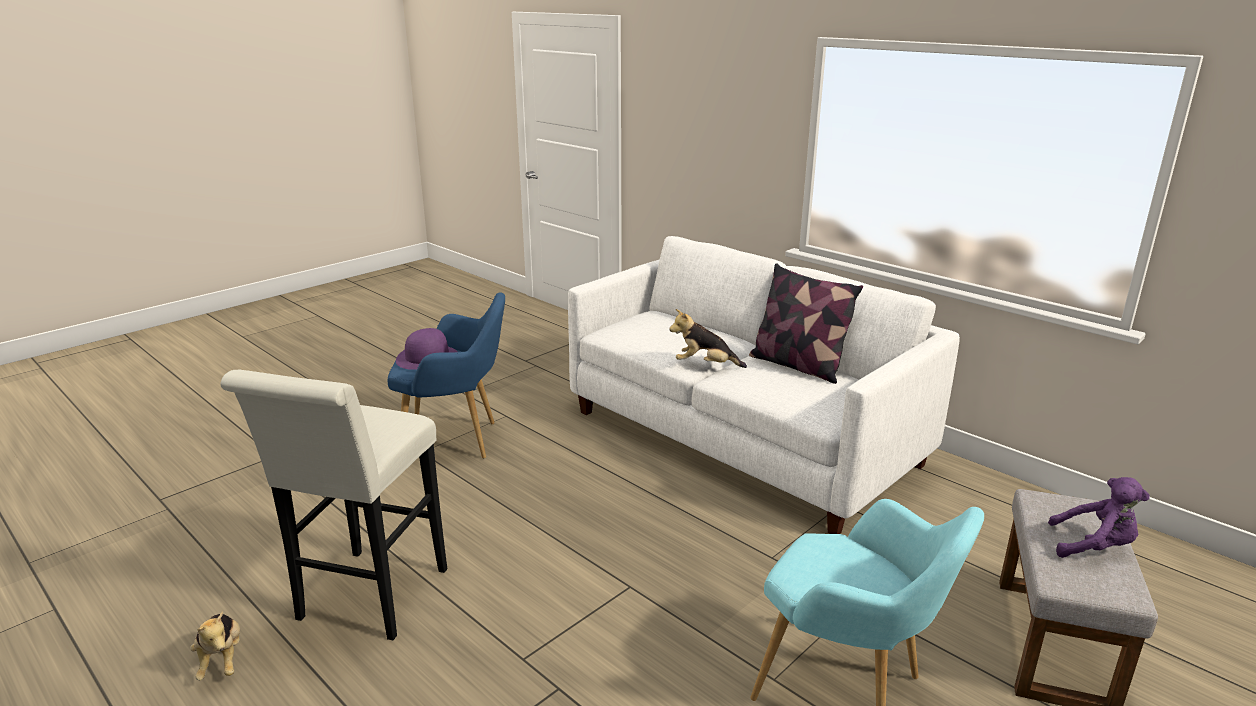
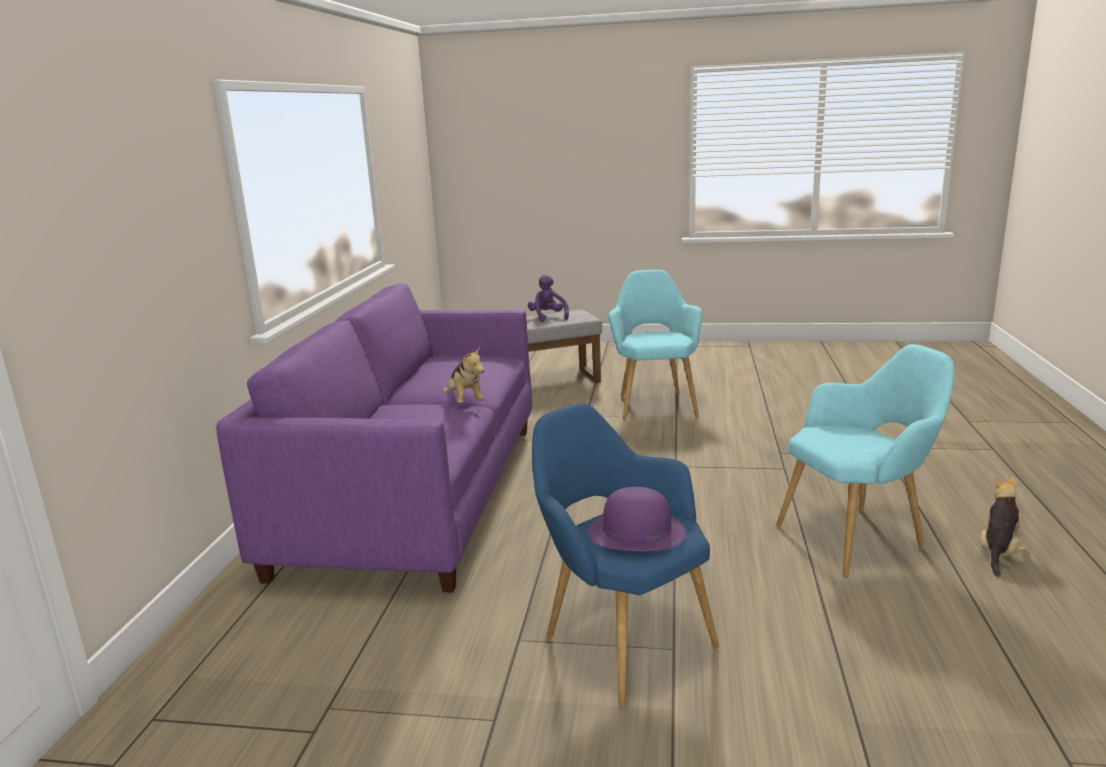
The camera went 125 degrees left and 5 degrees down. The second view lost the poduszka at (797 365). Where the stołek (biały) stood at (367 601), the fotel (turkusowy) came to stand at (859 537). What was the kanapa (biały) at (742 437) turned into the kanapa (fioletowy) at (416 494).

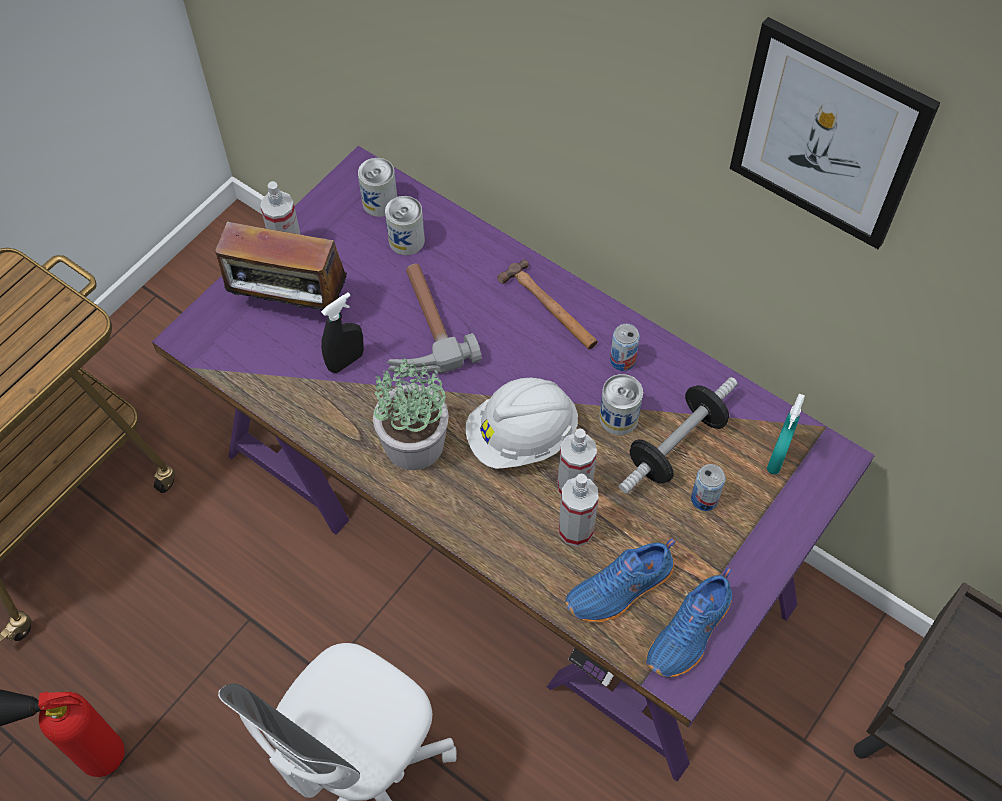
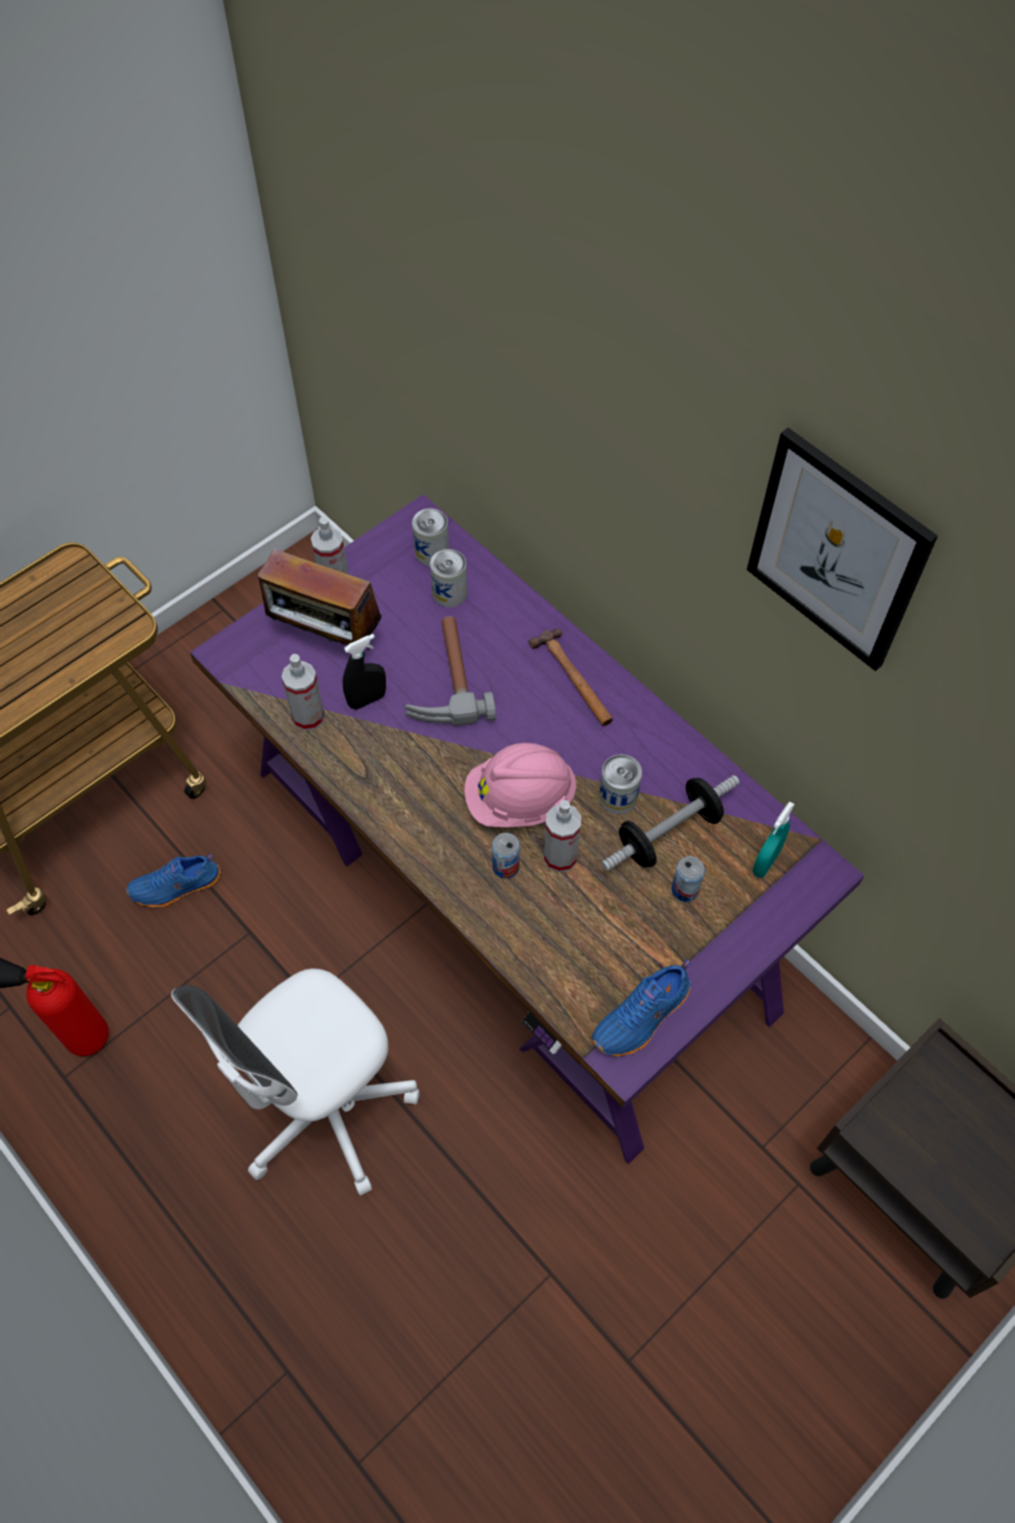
The camera went 10 degrees right and 0 degrees up. The second view lost the roślina doniczkowa at (413 445). The spryskiwacz ended up elsewhere, having gone from (576 530) to (308 717). The but (niebieski) ended up elsewhere, having gone from (621 590) to (176 887). The puszka ended up elsewhere, having gone from (622 360) to (505 866). What was the kask (biały) at (522 437) turned into the kask (różowy) at (520 800).

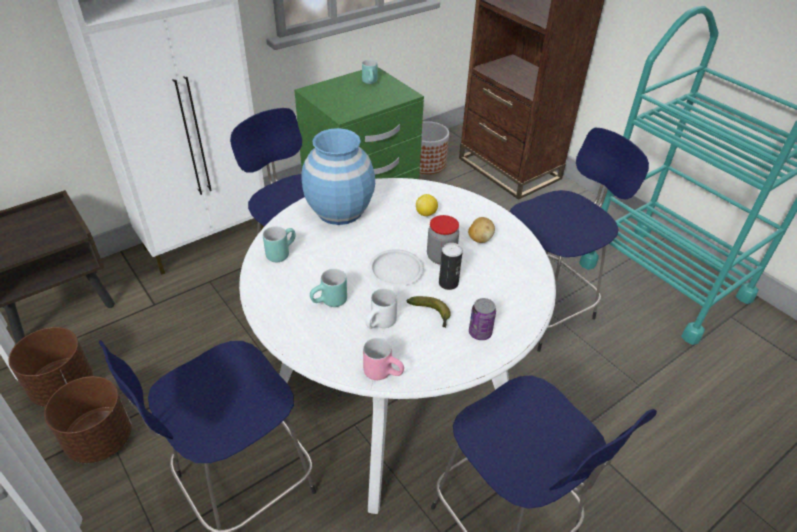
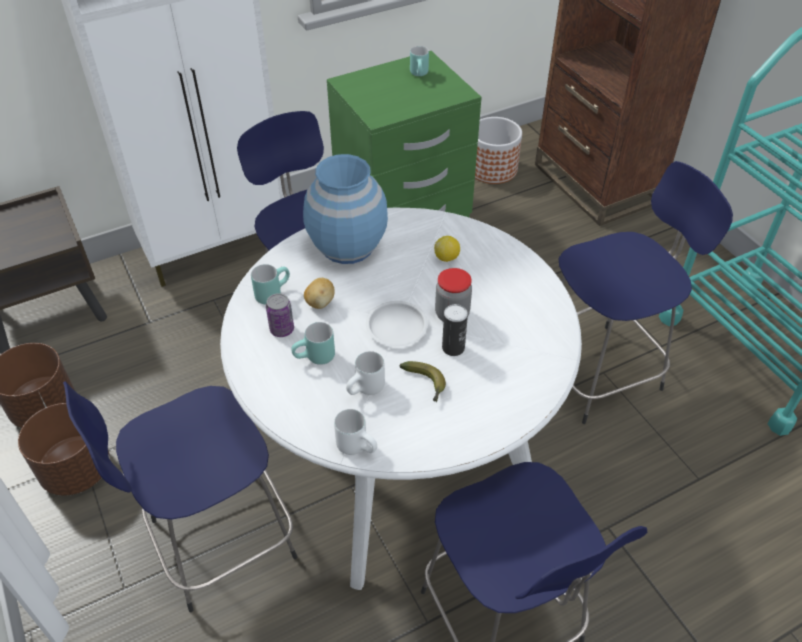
The camera went 10 degrees right and 5 degrees up. The ziemniak ended up elsewhere, having gone from (480 239) to (320 302). The puszka ended up elsewhere, having gone from (480 333) to (282 329). What was the kubek (różowy) at (384 372) turned into the kubek (biały) at (358 446).

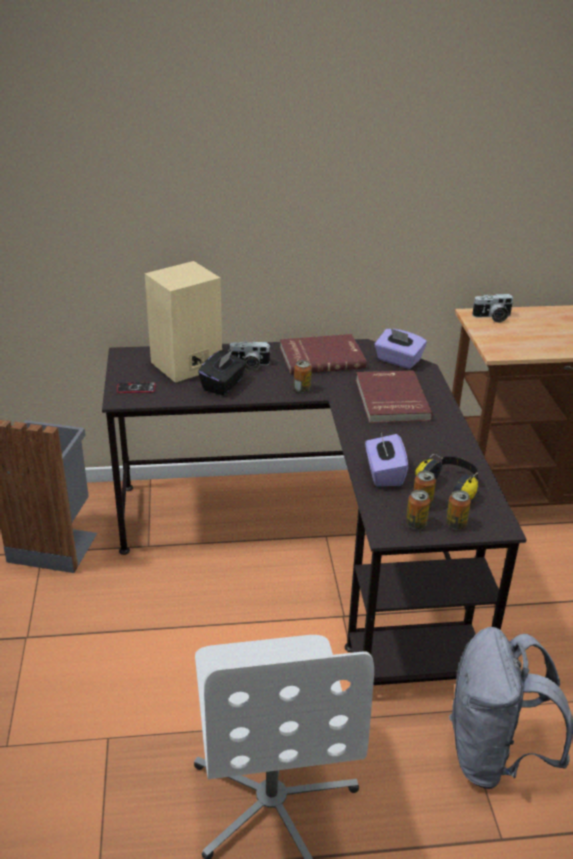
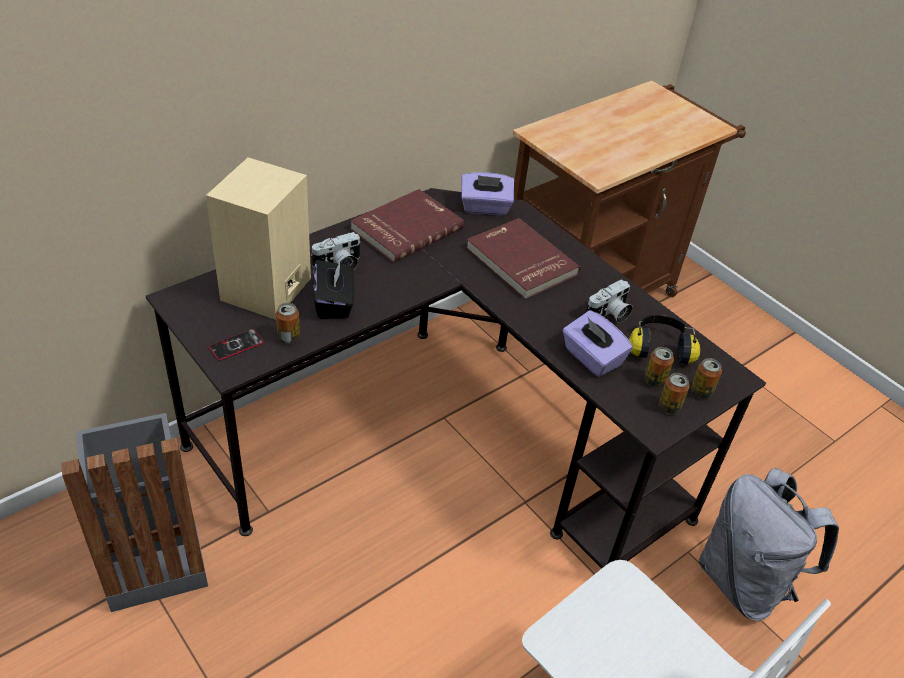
The camera went 35 degrees left and 10 degrees up. The puszka ended up elsewhere, having gone from (302 389) to (288 337). The aparat fotograficzny ended up elsewhere, having gone from (492 317) to (609 315).

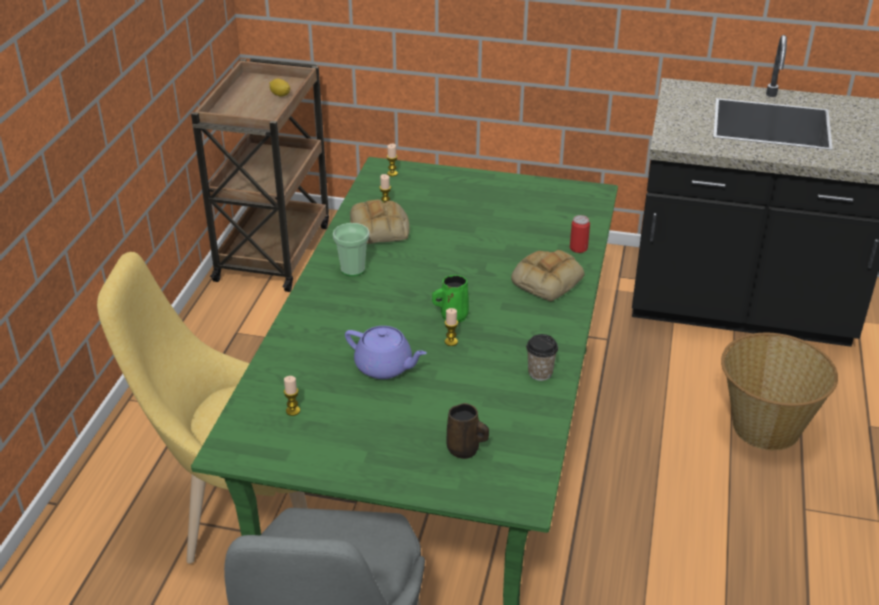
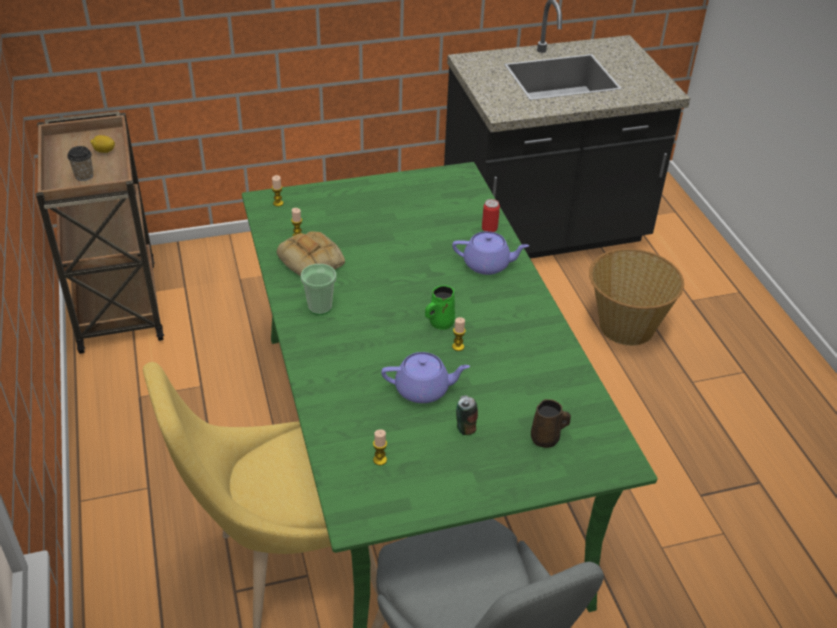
The camera went 30 degrees left and 5 degrees up. The second view gained the puszka at (465 428). The filiżanka ended up elsewhere, having gone from (540 373) to (84 176). Where the chleb stood at (546 280), the imbryk (fioletowy) came to stand at (487 265).

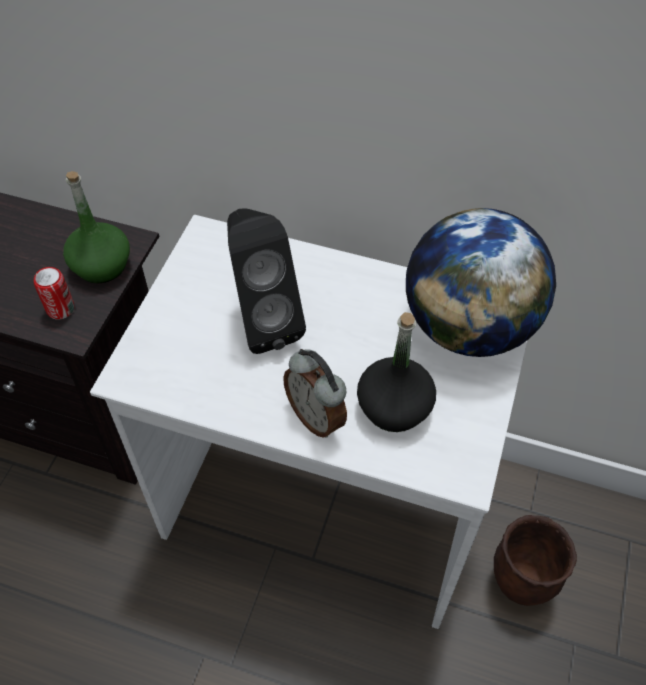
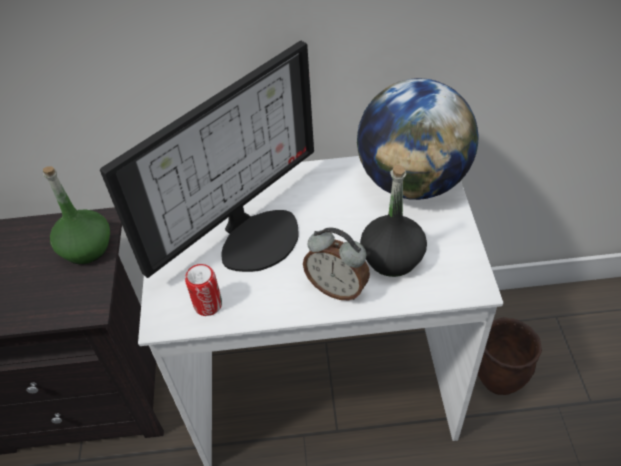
The camera went 20 degrees left and 5 degrees down. The puszka ended up elsewhere, having gone from (60 309) to (208 305). Where the głośnik (czarny) stood at (263 321), the monitor came to stand at (254 235).

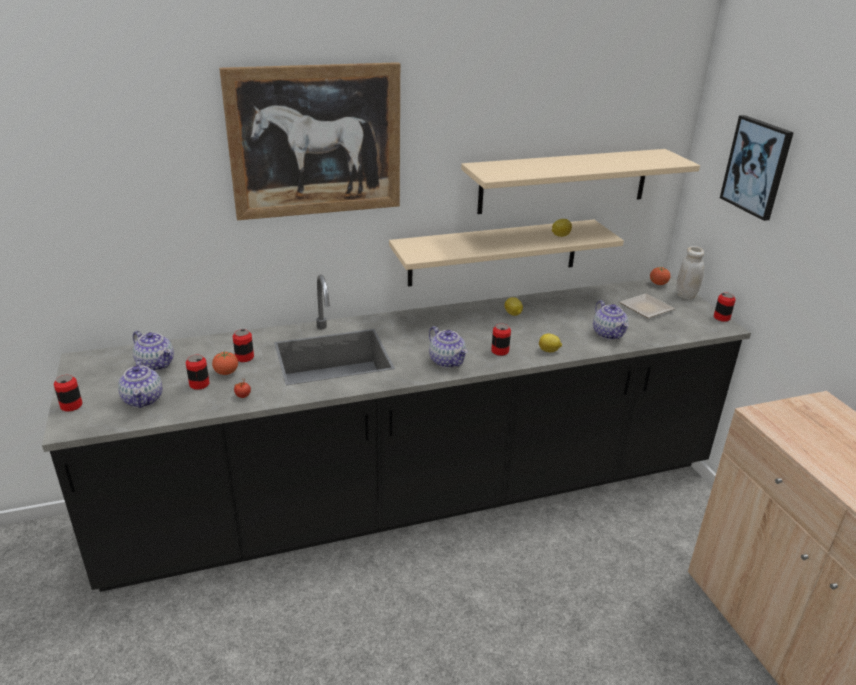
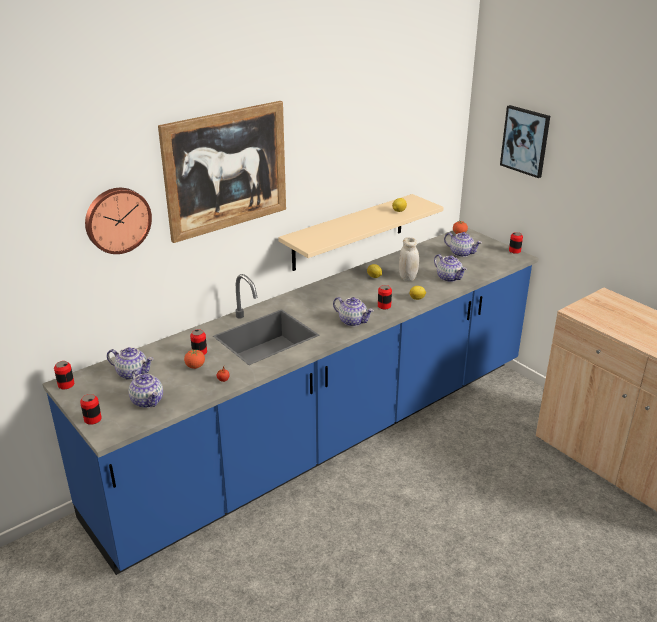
The camera went 20 degrees left and 0 degrees up. The second view lost the półka (beżowy) at (564 181). The second view gained the zegar ścienny at (117 219). The puszka ended up elsewhere, having gone from (199 384) to (66 385). The słoik (biały) ended up elsewhere, having gone from (685 295) to (408 277). Where the talerz stood at (646 307), the imbryk came to stand at (461 253). What was the zabudowa kuchenna (czarny) at (423 494) turned into the zabudowa kuchenna (niebieski) at (328 434).

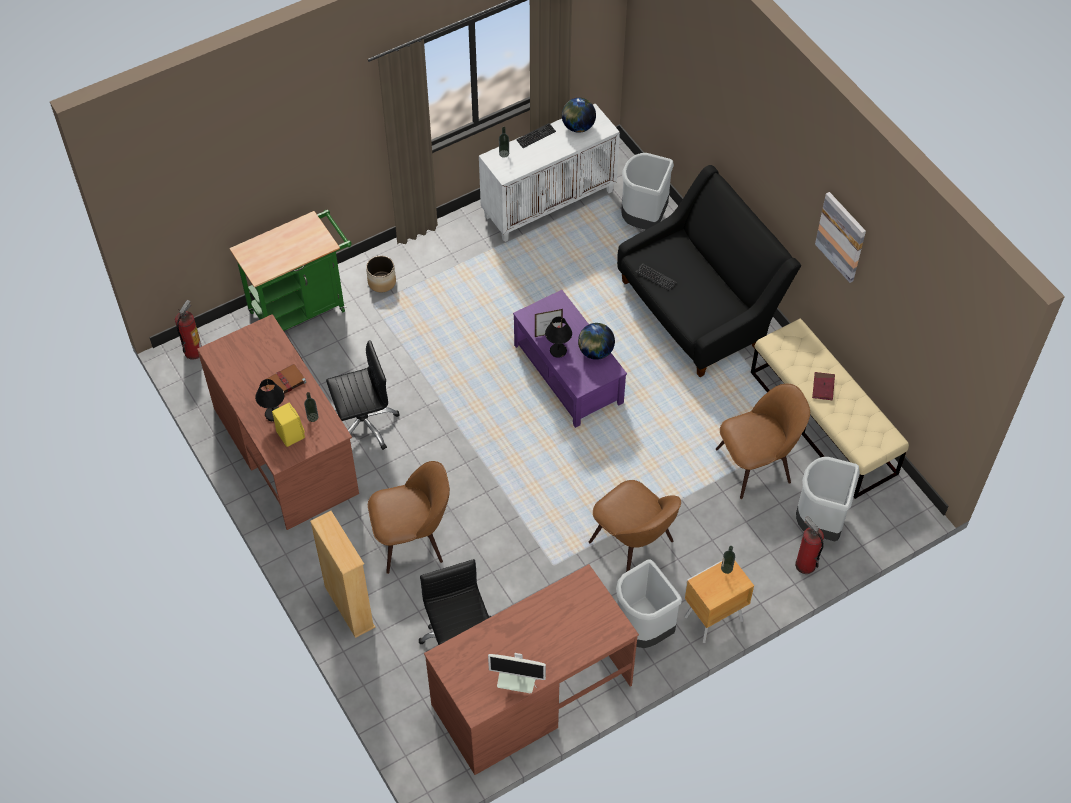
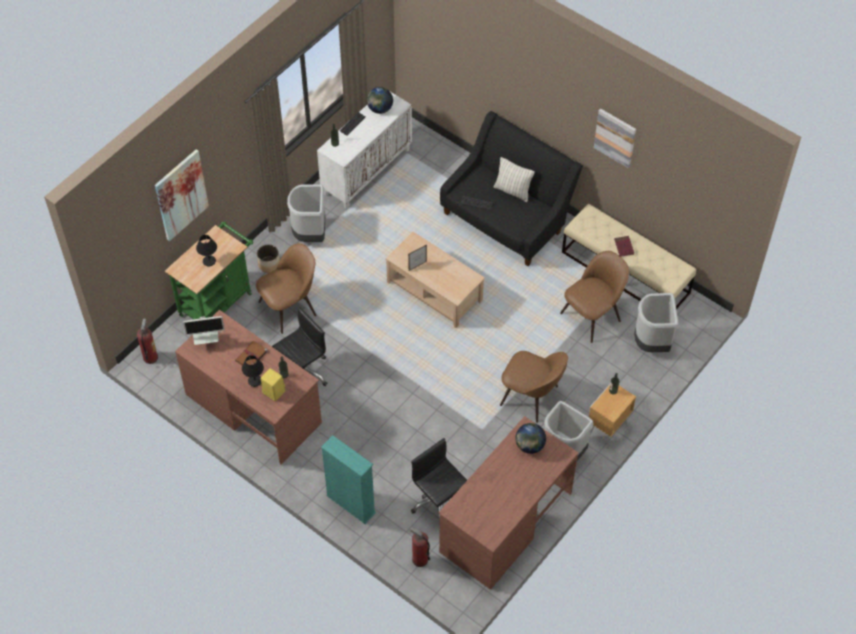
The camera went 20 degrees left and 0 degrees up. The second view gained the obraz at (181 195). The second view gained the poduszka at (512 191). The krzesło (brązowy) ended up elsewhere, having gone from (412 539) to (290 307). The monitor ended up elsewhere, having gone from (518 684) to (207 341). The lampa stołowa (czarny) ended up elsewhere, having gone from (558 351) to (209 261). The globus ended up elsewhere, having gone from (595 352) to (529 446). The kosz na śmieci (szary) ended up elsewhere, having gone from (643 220) to (310 234). The gaśnica ended up elsewhere, having gone from (805 565) to (420 559). What was the regał (beżowy) at (349 607) turned into the regał (turkusowy) at (351 504). What was the ława (fioletowy) at (569 374) turned into the ława (beżowy) at (435 291).

